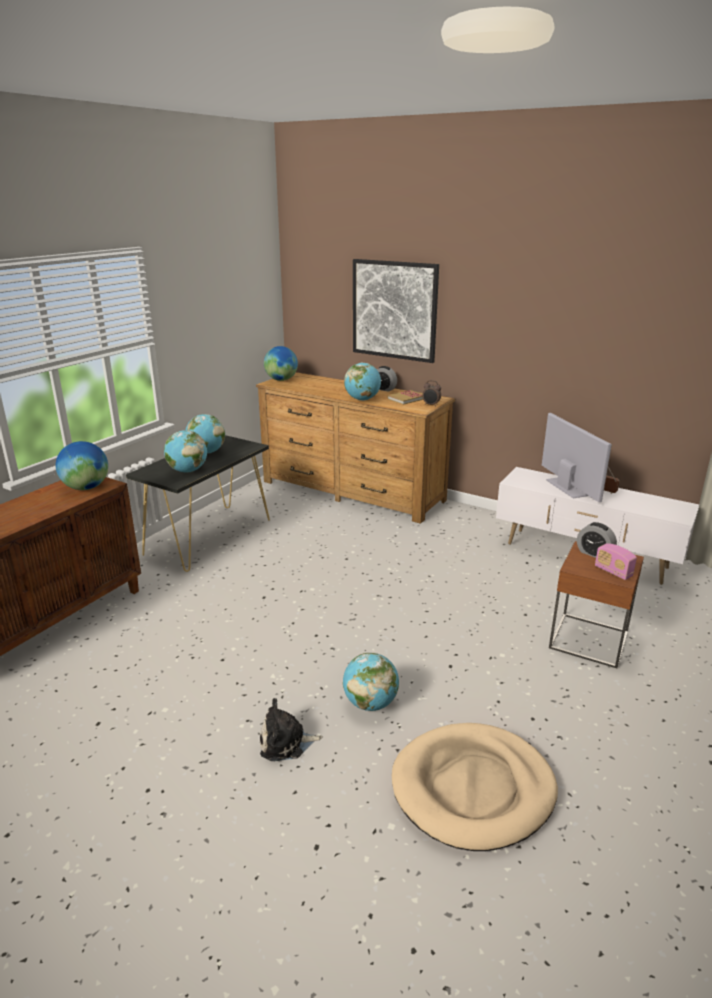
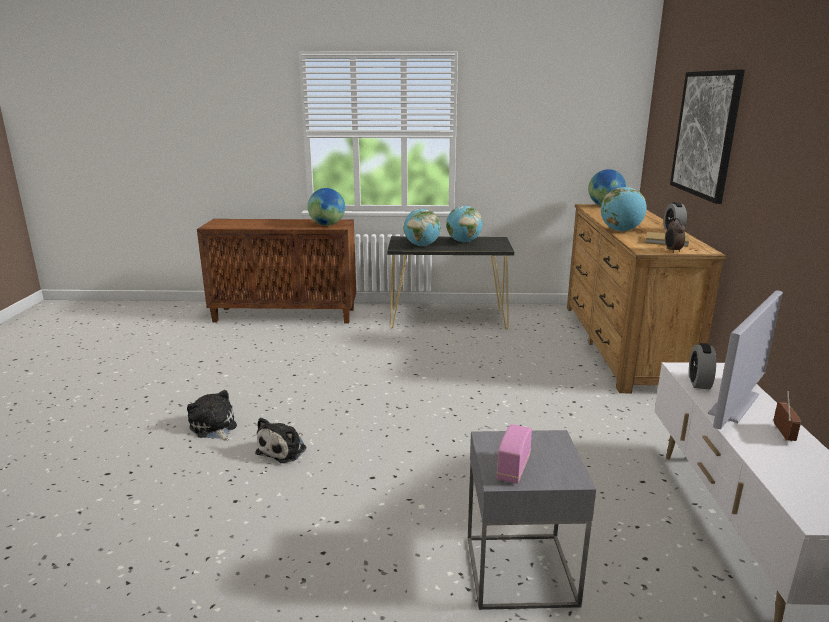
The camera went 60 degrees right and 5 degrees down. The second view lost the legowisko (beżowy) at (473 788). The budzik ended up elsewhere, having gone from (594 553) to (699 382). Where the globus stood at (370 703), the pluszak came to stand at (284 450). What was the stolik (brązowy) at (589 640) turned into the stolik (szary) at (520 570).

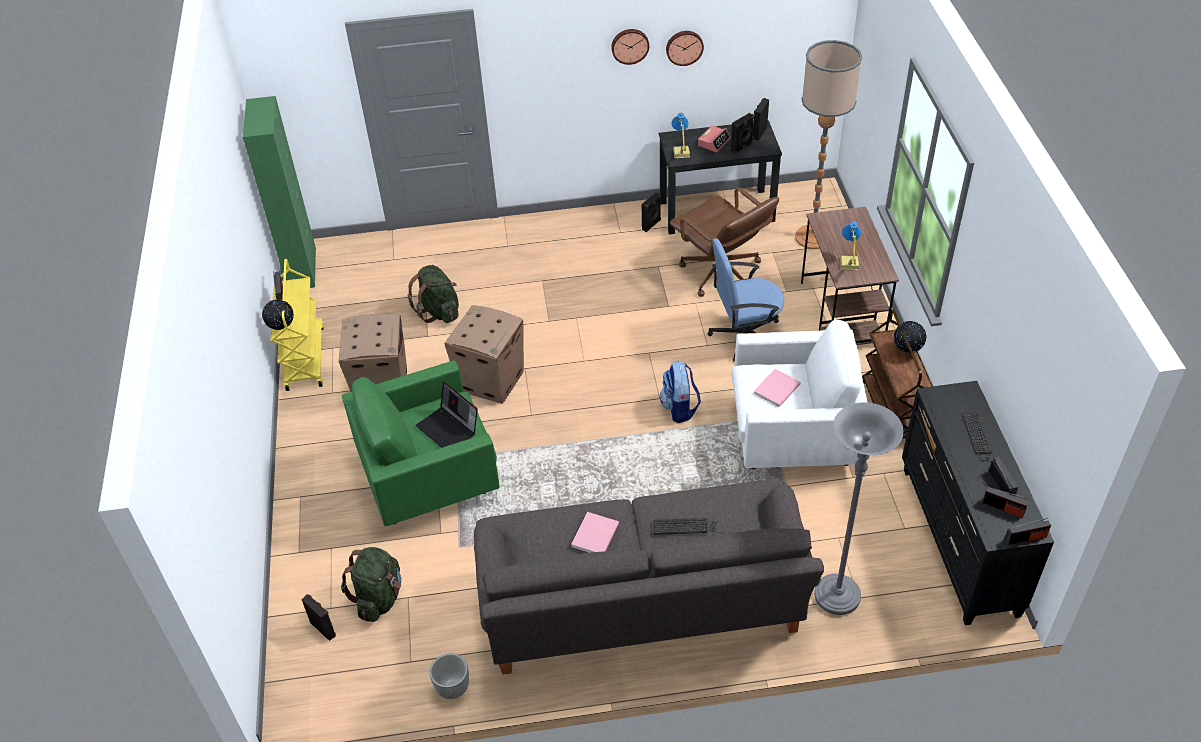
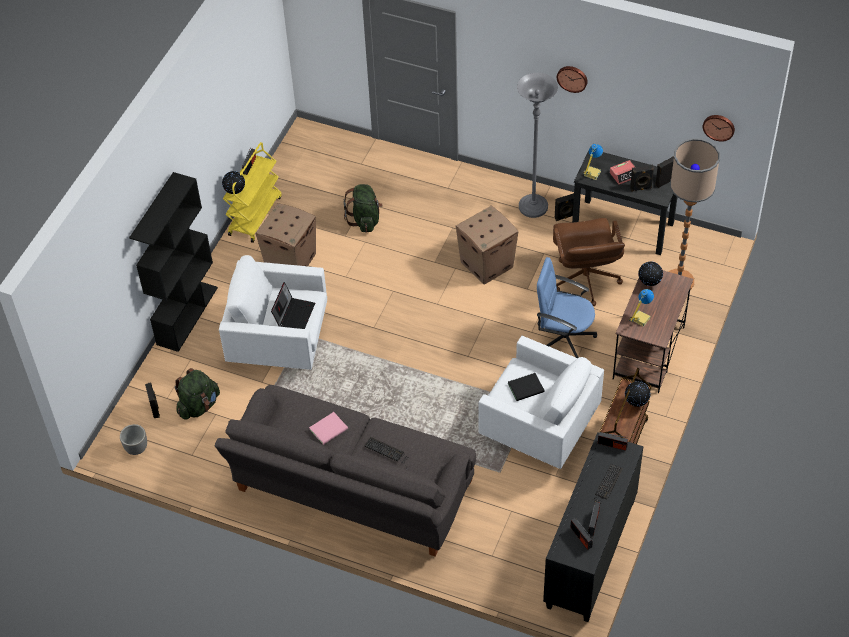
The camera went 30 degrees right and 5 degrees up. The second view lost the szafka (zielony) at (302 269). The second view lost the plecak at (679 408). The second view gained the regał (czarny) at (187 315). The second view gained the globus at (649 283). The donica ended up elsewhere, having gone from (452 689) to (136 449). The karton ended up elsewhere, having gone from (492 380) to (487 264). The zegar ścienny ended up elsewhere, having gone from (684 47) to (719 126). The lampa stojąca (szary) ended up elsewhere, having gone from (837 596) to (533 207). The radio ended up elsewhere, having gone from (1025 538) to (612 445). What was the fotel (zielony) at (429 477) turned into the fotel (biały) at (279 340). What was the książka (różowy) at (778 388) turned into the książka (czarny) at (527 388). The laptop at (449 429) ended up facing another way, 150 degrees counterclockwise from before.

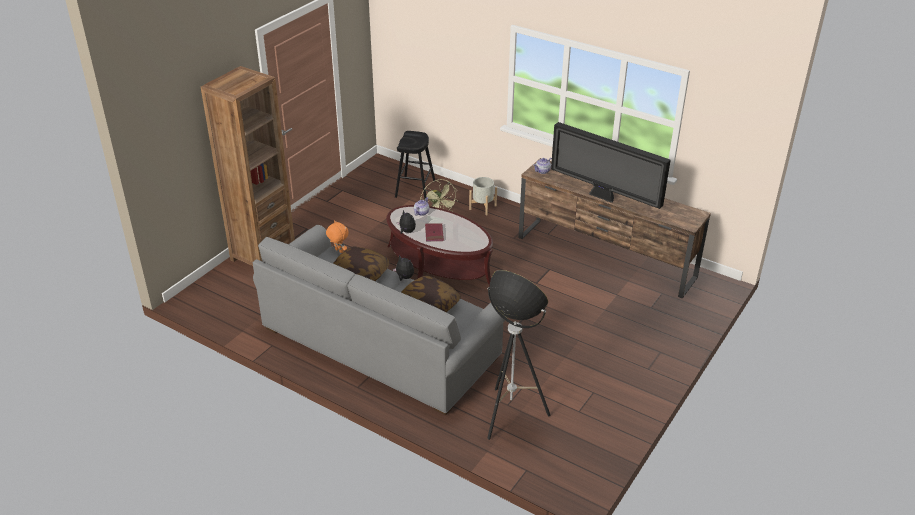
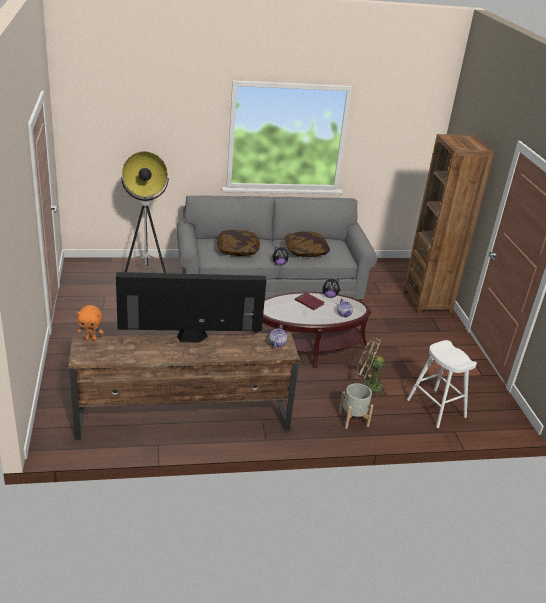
The camera went 135 degrees right and 5 degrees down. The pluszak (pomarańczowy) ended up elsewhere, having gone from (338 251) to (91 338). What was the stołek (czarny) at (415 189) turned into the stołek (biały) at (436 408).

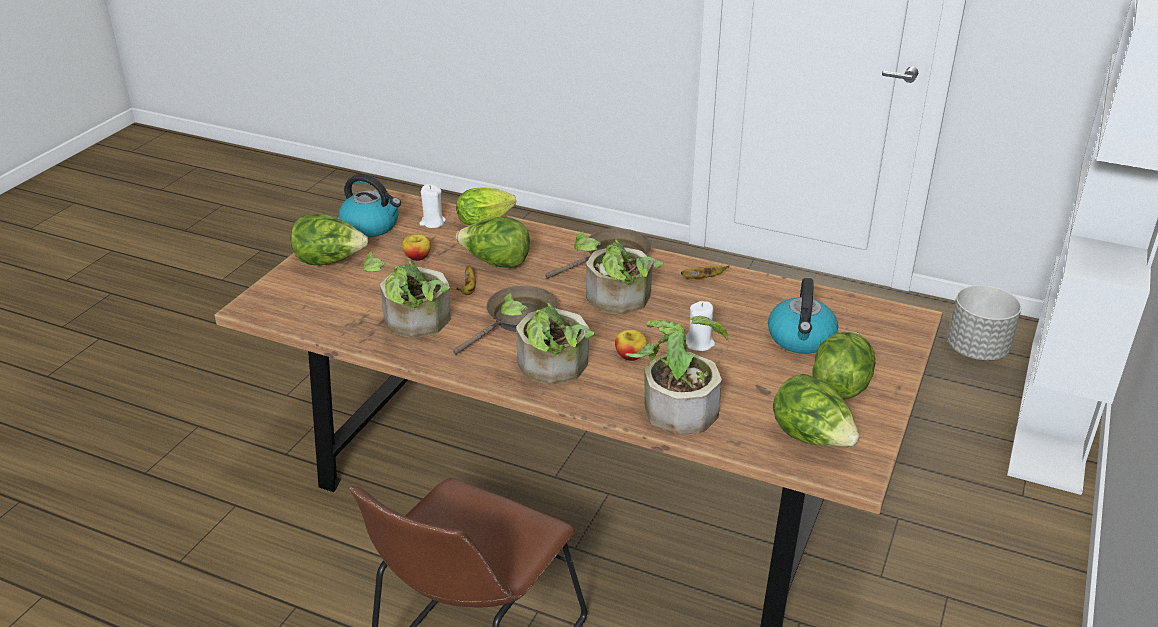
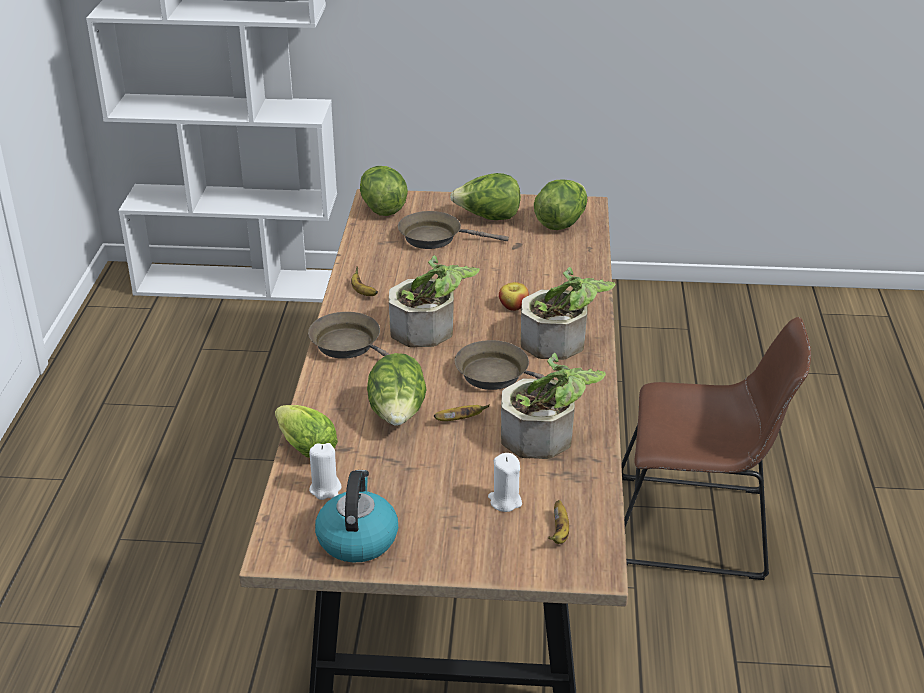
The camera went 110 degrees left and 0 degrees up. The second view lost the jabłko at (417 257). The second view lost the roślina doniczkowa at (677 404). The second view lost the donica (szary) at (977 350). The second view gained the banan at (559 532). The sałata ended up elsewhere, having gone from (330 261) to (382 208). The świeca (biały) ended up elsewhere, having gone from (699 343) to (505 501). Where the czajnik stood at (801 339), the patelnia (brązowy) came to stand at (435 237).

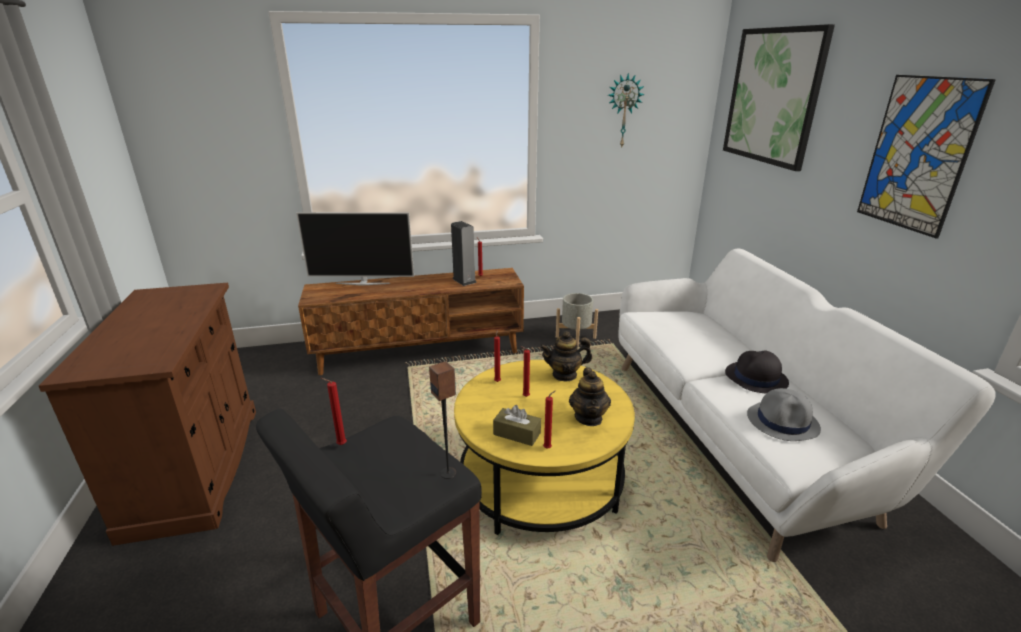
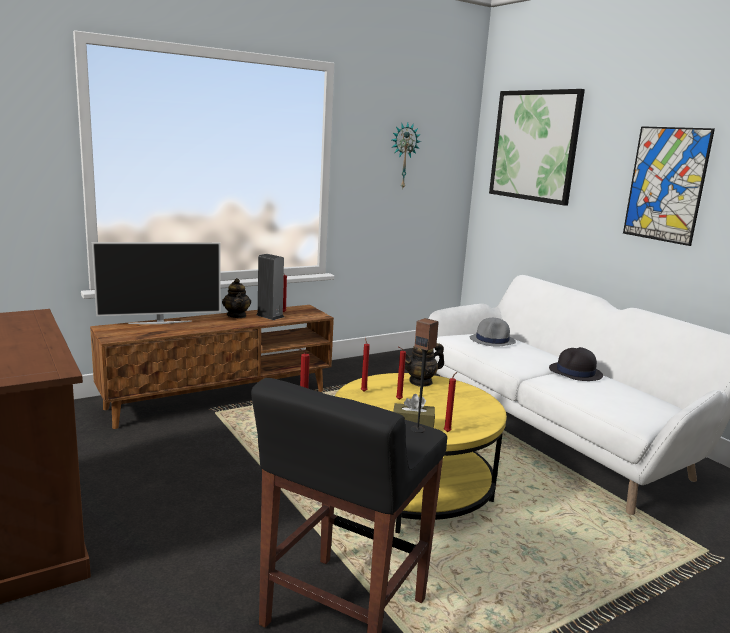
The camera went 20 degrees left and 10 degrees down. The second view lost the donica (szary) at (575 337). The imbryk ended up elsewhere, having gone from (589 418) to (236 315). The kapelusz (szary) ended up elsewhere, having gone from (783 422) to (492 340).

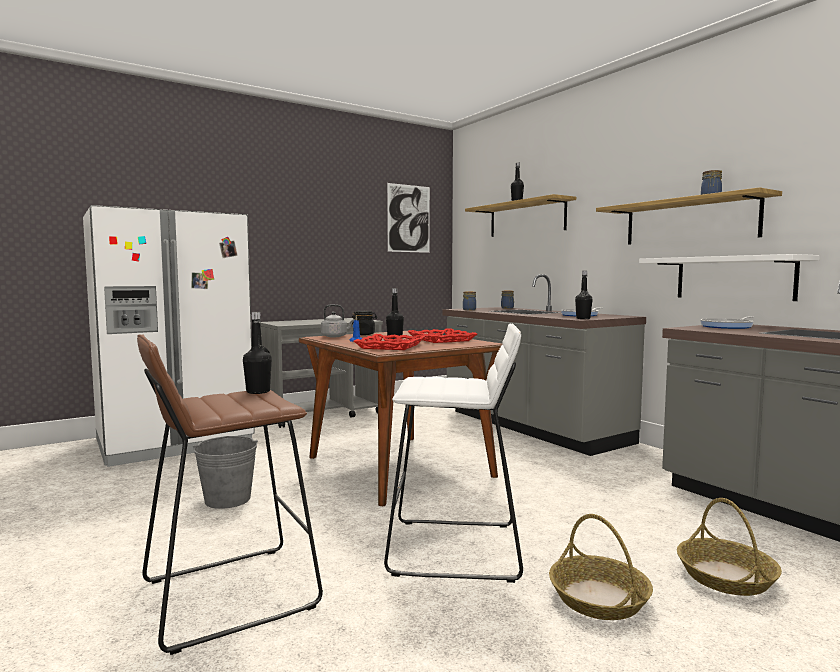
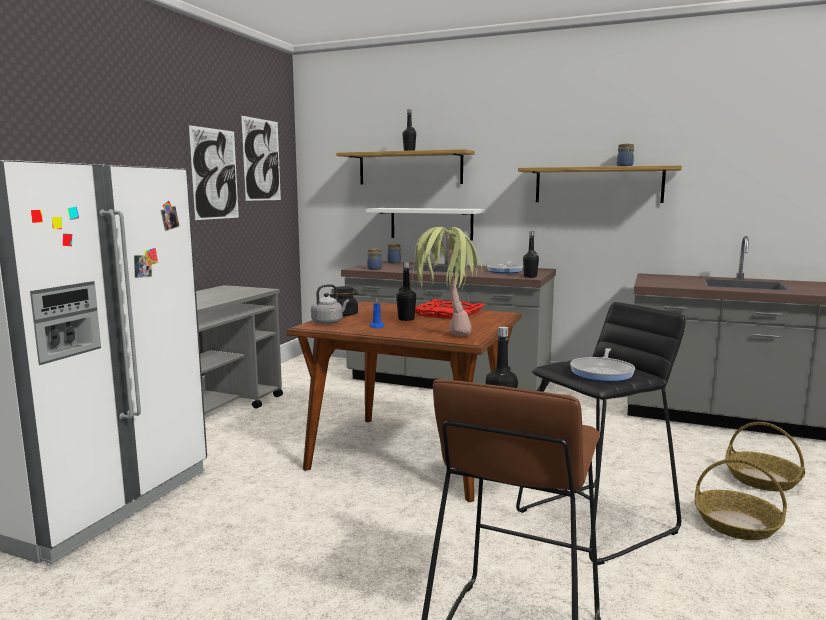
The camera went 35 degrees left and 5 degrees up. The second view lost the wiadro (szary) at (228 499). The second view gained the obraz at (215 174). The półka (biały) ended up elsewhere, having gone from (733 278) to (431 223). The patelnia ended up elsewhere, having gone from (728 326) to (602 372). Where the taca (czerwony) stood at (391 346), the roślina doniczkowa came to stand at (444 331). What was the stołek (biały) at (456 549) turned into the stołek (czarny) at (597 521).

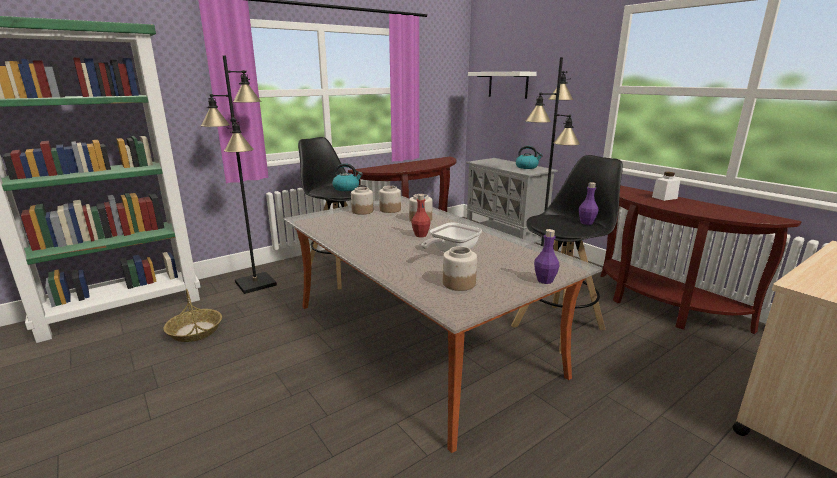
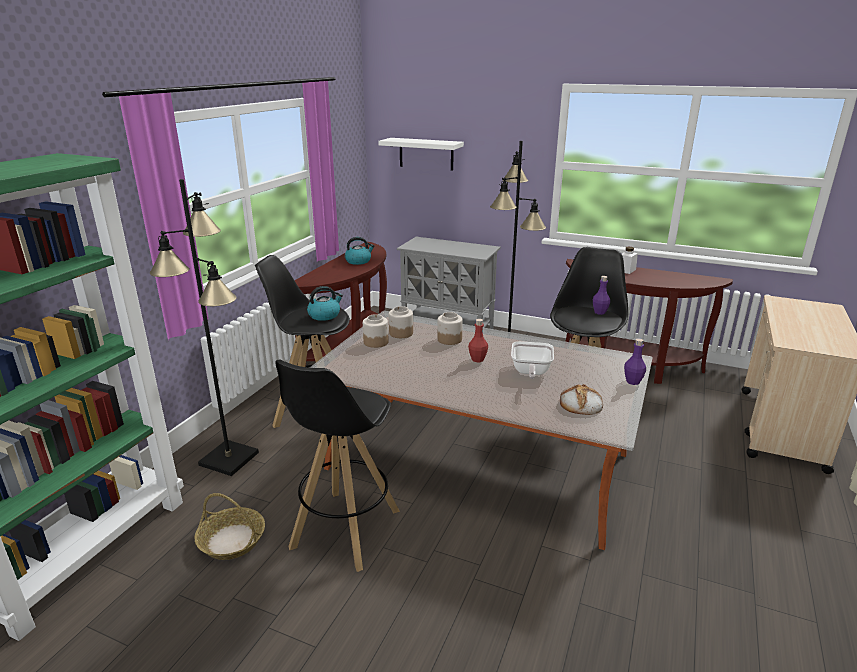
The camera went 30 degrees left and 5 degrees up. The second view gained the stołek (czarny) at (345 529). The czajnik ended up elsewhere, having gone from (527 167) to (358 261). Where the słoik stood at (458 283), the chleb came to stand at (580 404).

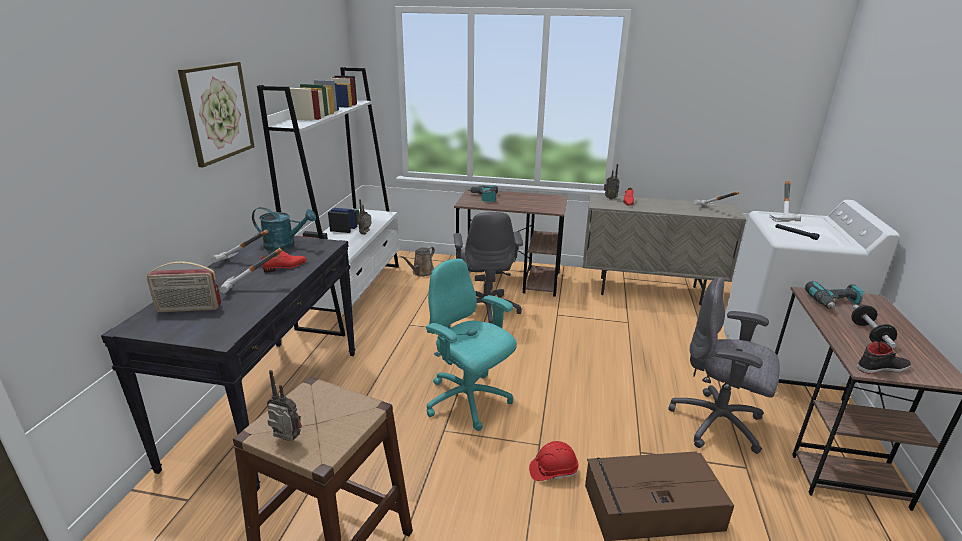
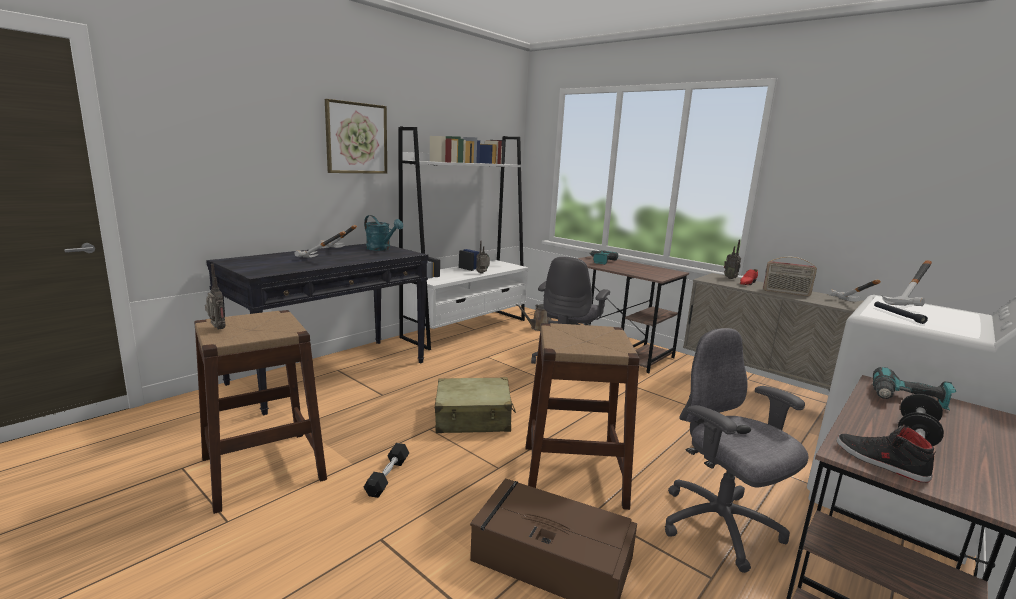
The camera went 30 degrees right and 10 degrees down. The second view lost the but (czerwony) at (285 267). The second view lost the kask (czerwony) at (553 470). The second view gained the hantel (czarny) at (388 476). The second view gained the stołek (brązowy) at (573 475). The radio ended up elsewhere, having gone from (189 309) to (786 293). Where the krzesło biurowe (turkusowy) stood at (468 401), the walizka (beżowy) came to stand at (473 418). The but (czarny) at (882 367) ended up facing another way, 150 degrees counterclockwise from before.

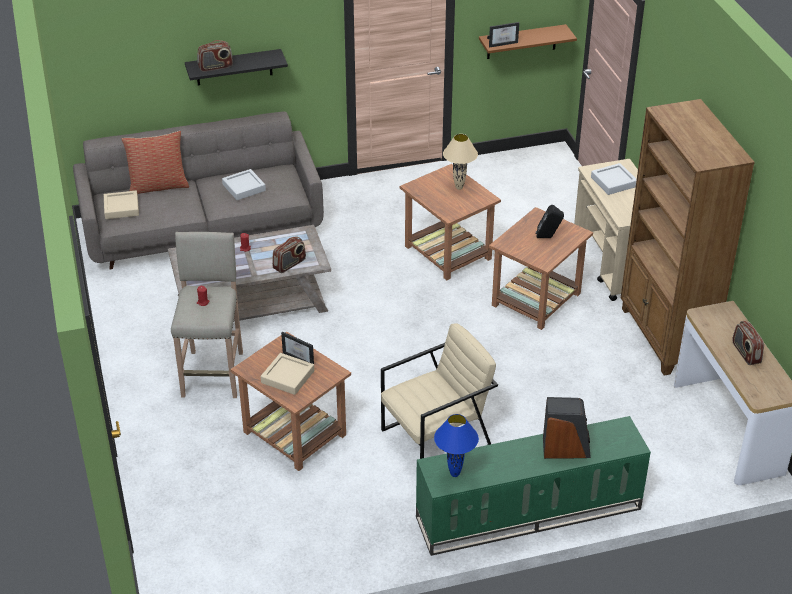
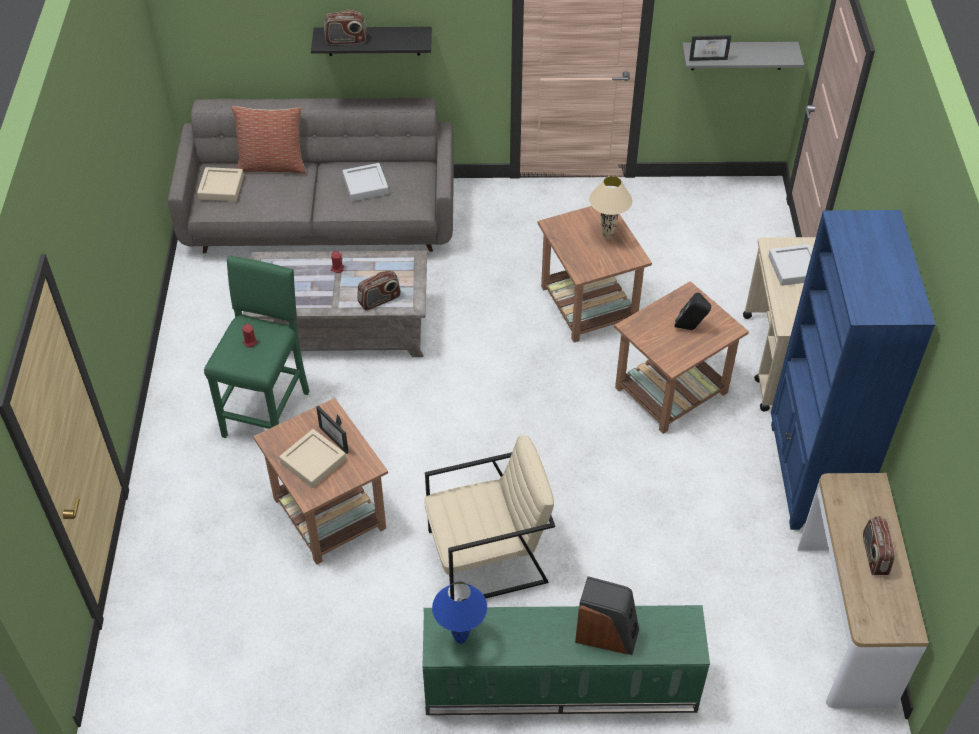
The camera went 15 degrees right and 10 degrees up. What was the stołek (beżowy) at (213 372) turned into the stołek (zielony) at (268 412). What was the półka (brązowy) at (521 42) turned into the półka (szary) at (738 55). What was the regał (brązowy) at (665 337) turned into the regał (niebieski) at (810 476).

